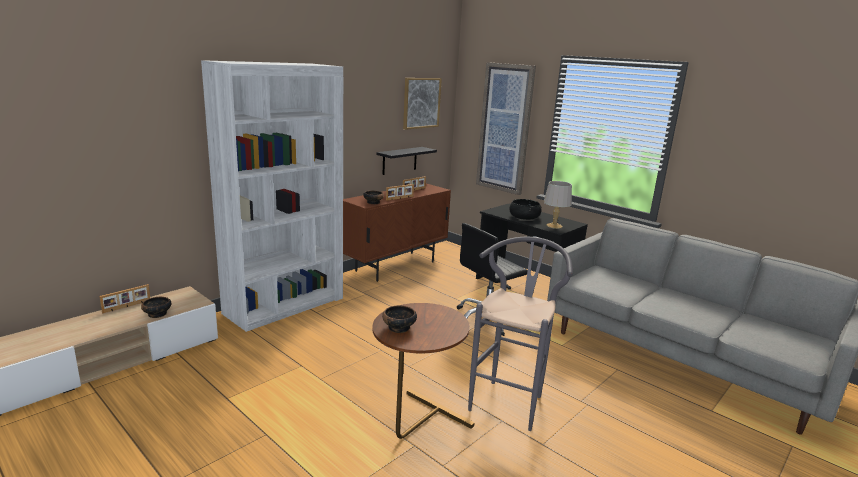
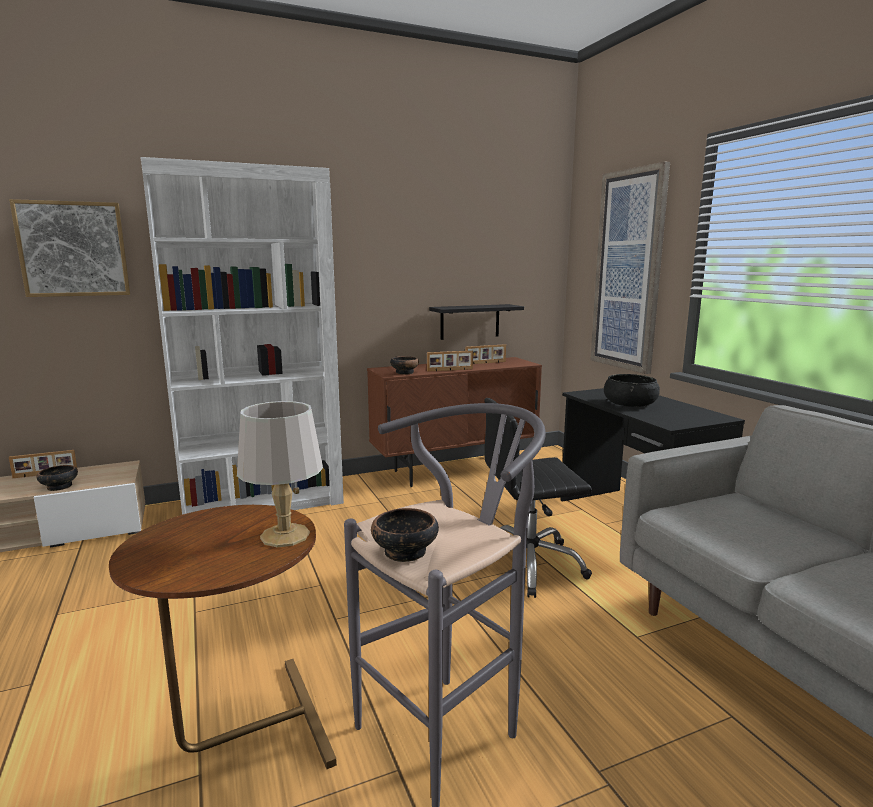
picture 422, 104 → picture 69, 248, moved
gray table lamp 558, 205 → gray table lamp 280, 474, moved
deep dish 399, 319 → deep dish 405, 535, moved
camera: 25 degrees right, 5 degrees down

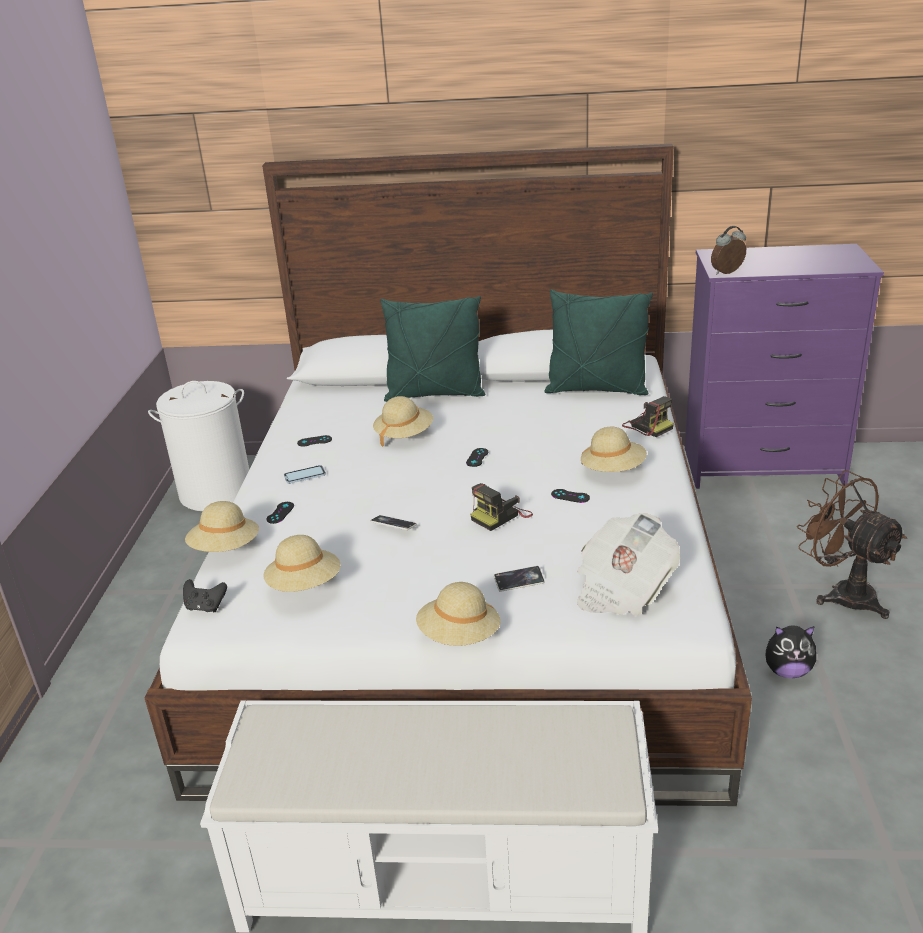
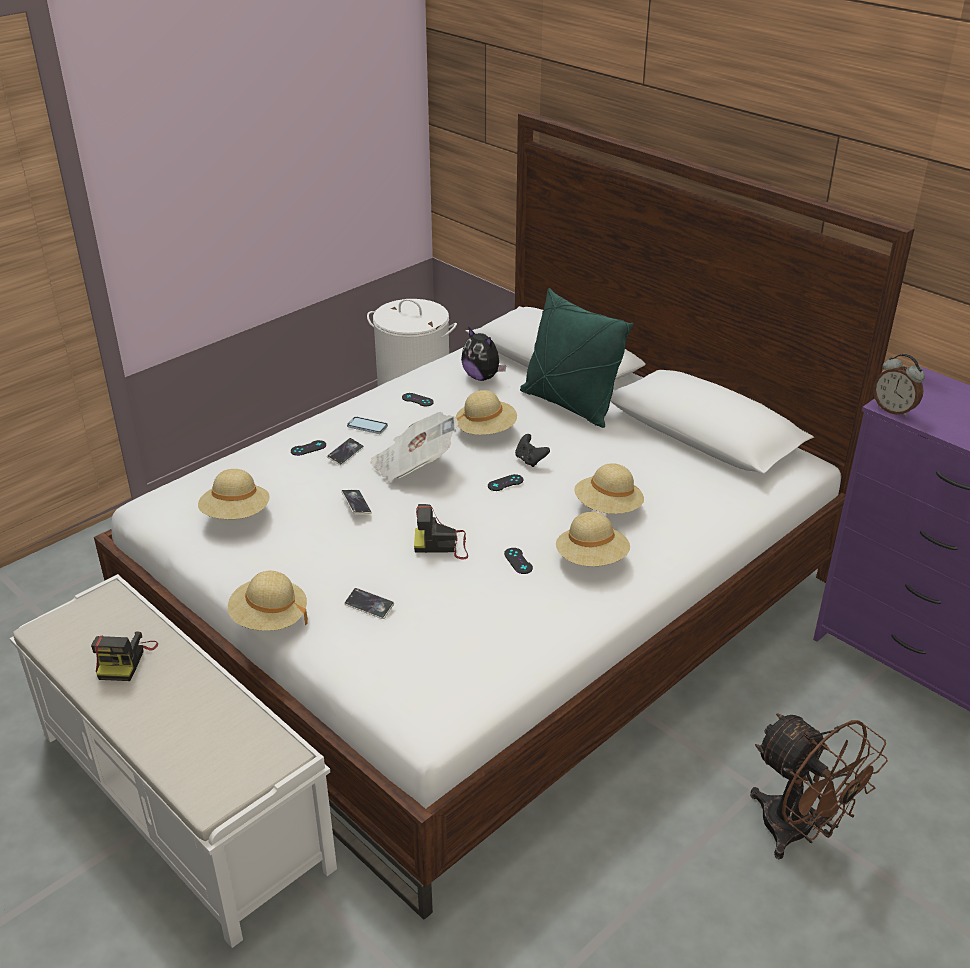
bedside clock 728, 250 → bedside clock 899, 385, 150 degrees counterclockwise
greenish throw pillow 599, 342 → -
photo camera 648, 416 → photo camera 124, 656, moved
brown-coloured electric fan 852, 544 → brown-coloured electric fan 819, 786, 135 degrees clockwise
sand-coloured wearable hat 222, 526 → sand-coloured wearable hat 609, 488, moved
printed paper 628, 564 → printed paper 414, 447, moved
blackish game controller 205, 595 → blackish game controller 532, 450, moved
cuddly toy 791, 651 → cuddly toy 483, 354, moved
- → phone 345, 452
camera: 40 degrees right, 5 degrees up

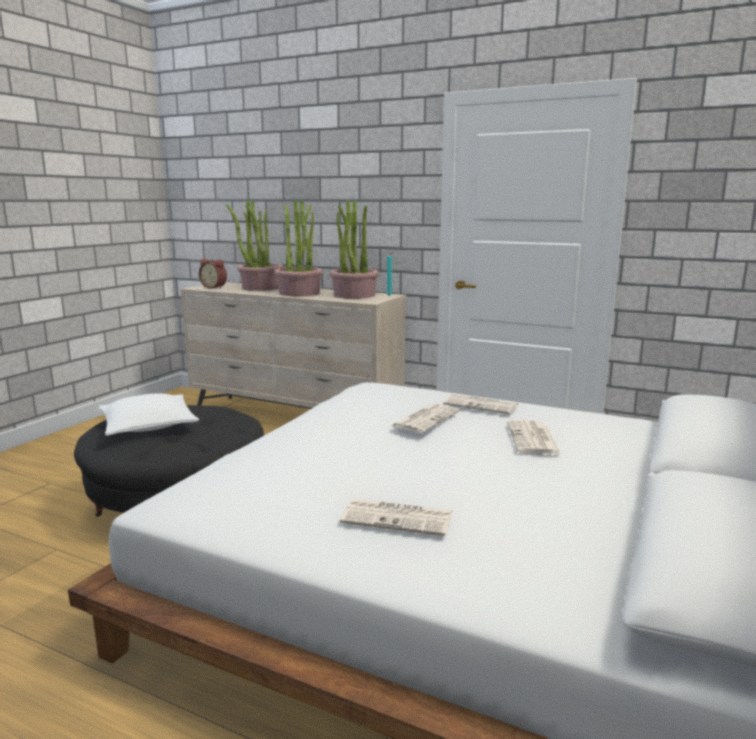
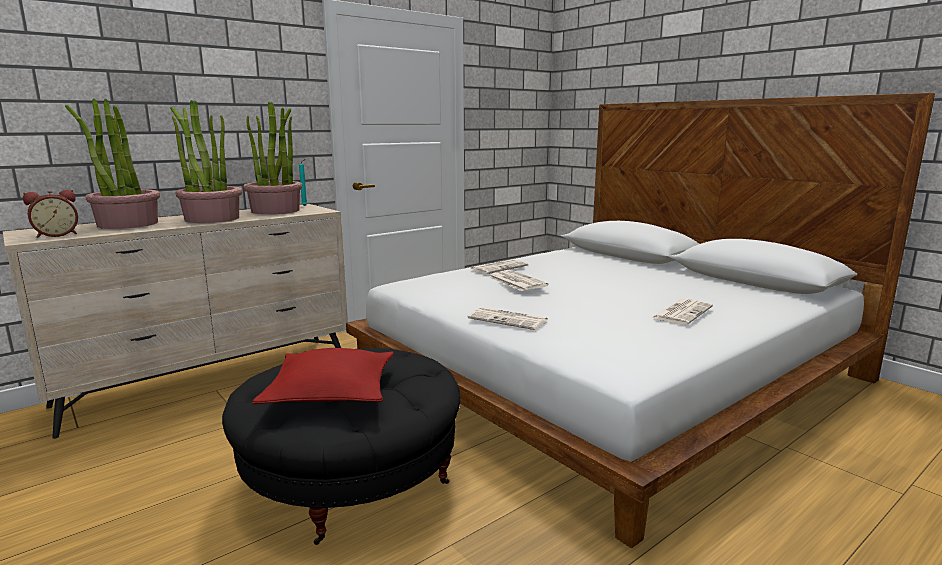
whitish throw pillow 149, 414 → reddish throw pillow 323, 376
printed paper 534, 437 → printed paper 508, 318, moved
camera: 65 degrees left, 0 degrees up

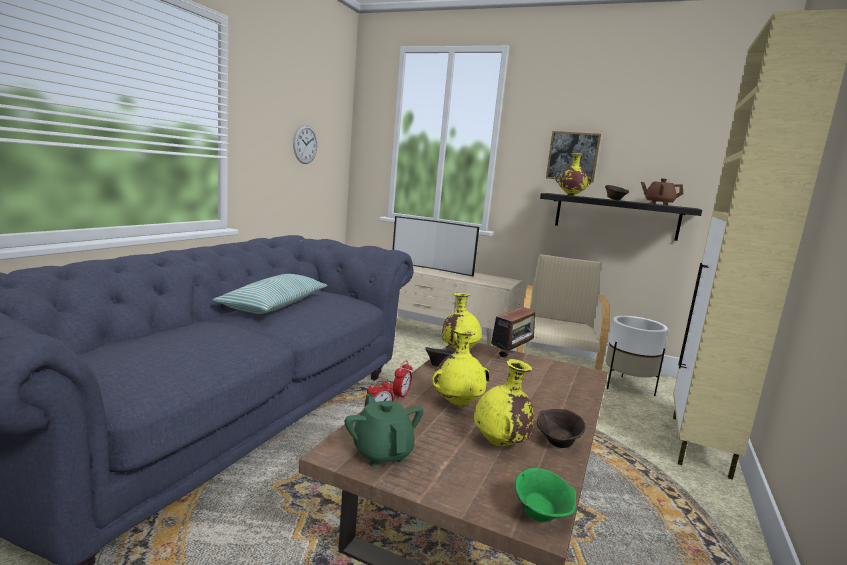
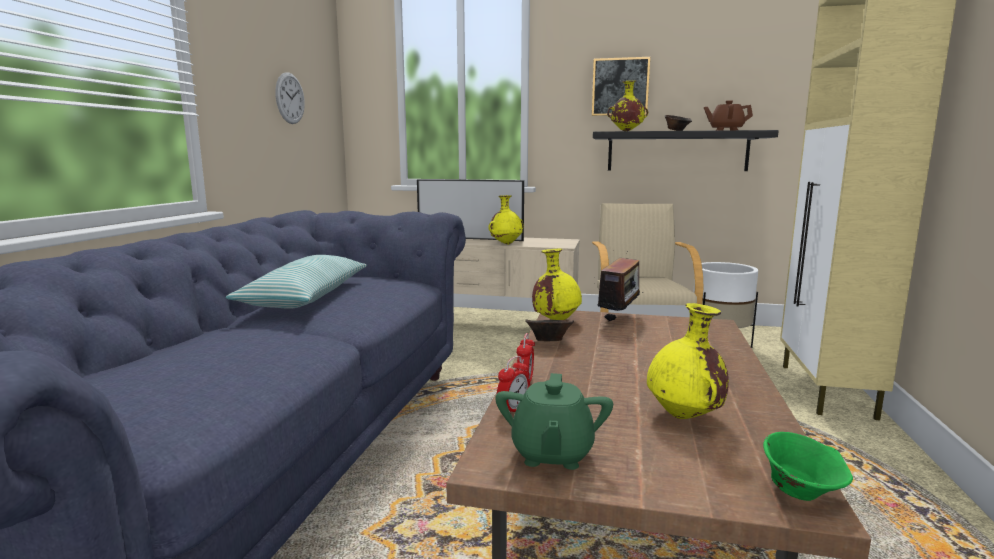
yellow flower vase 460, 368 → yellow flower vase 506, 219, moved
greenish teapot 384, 430 → greenish teapot 554, 421, 135 degrees counterclockwise
brown-coloured deep dish 561, 428 → -
camera: 10 degrees left, 0 degrees up

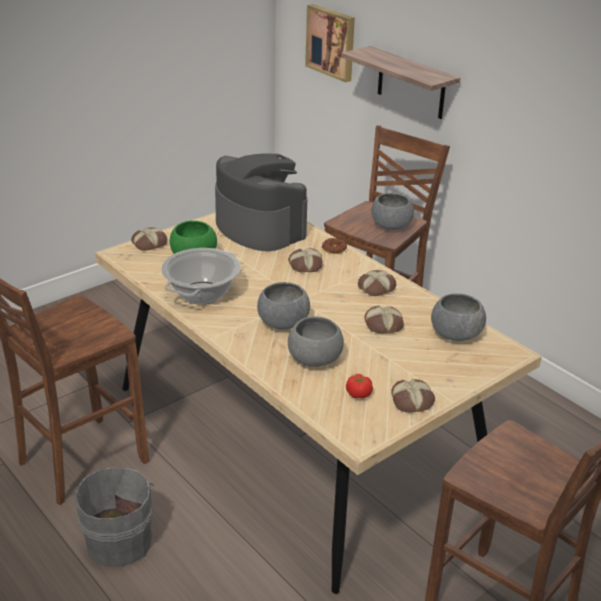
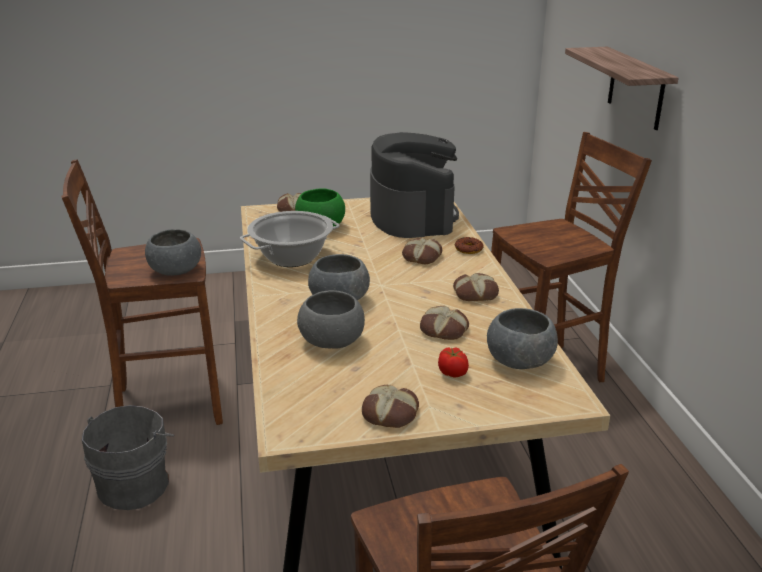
picture 330, 43 → -
gray deep dish 392, 211 → gray deep dish 173, 252, moved
tomato 359, 386 → tomato 453, 362, moved
camera: 30 degrees right, 5 degrees down

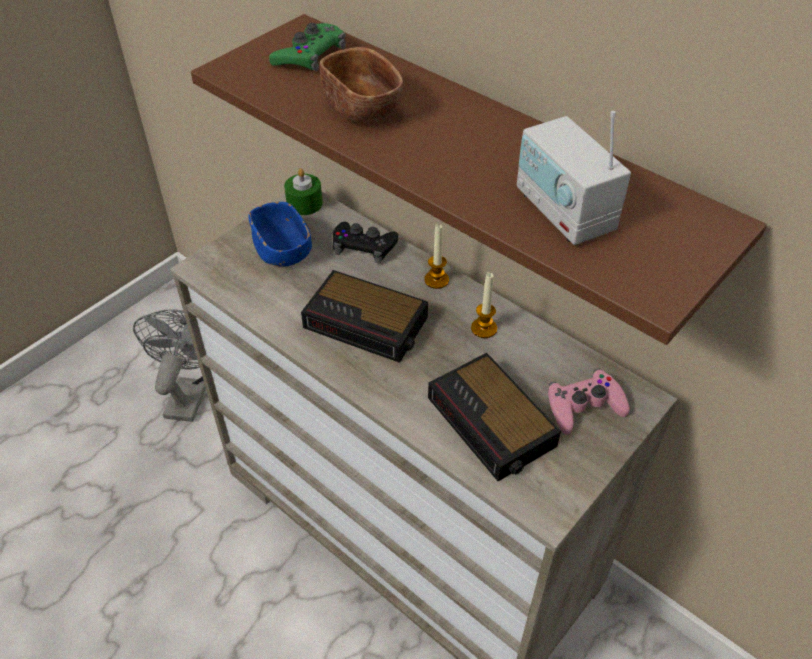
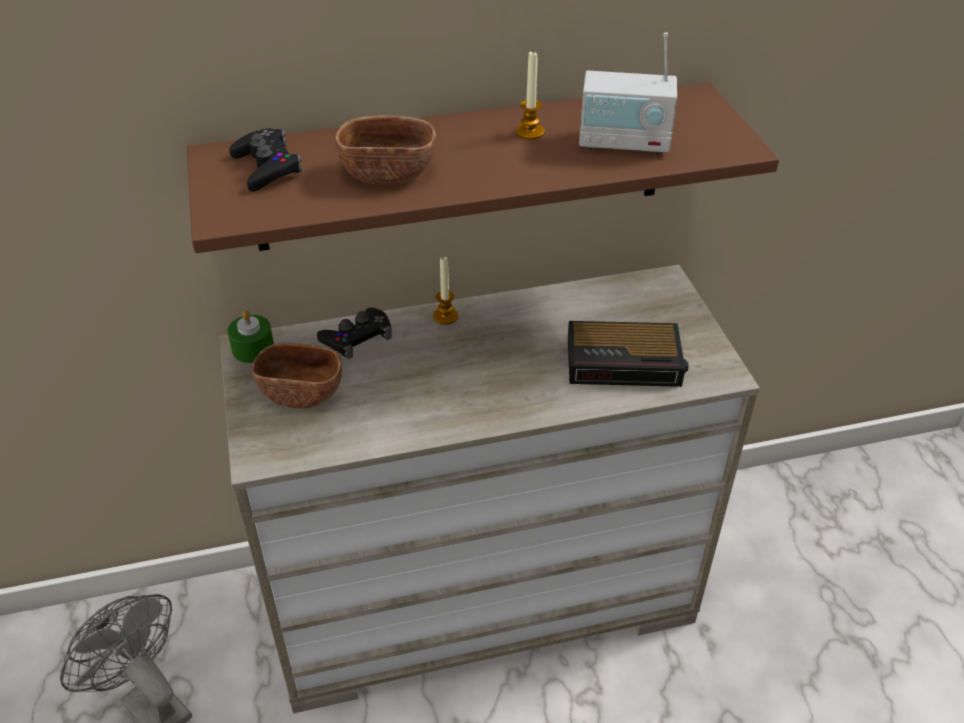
greenish game controller 307, 47 → blackish game controller 265, 160
blue-coloured deep dish 280, 234 → brown-coloured deep dish 297, 375
bedside clock 364, 316 → -
wax light 484, 305 → wax light 530, 95, moved
pinkish game controller 589, 402 → -
camera: 55 degrees left, 5 degrees down

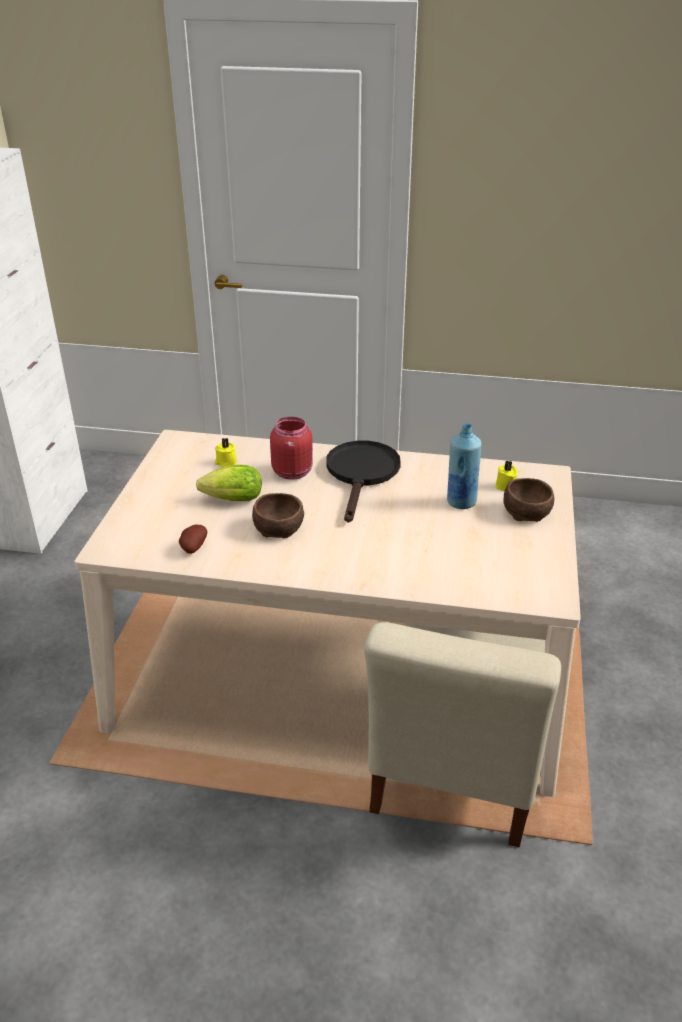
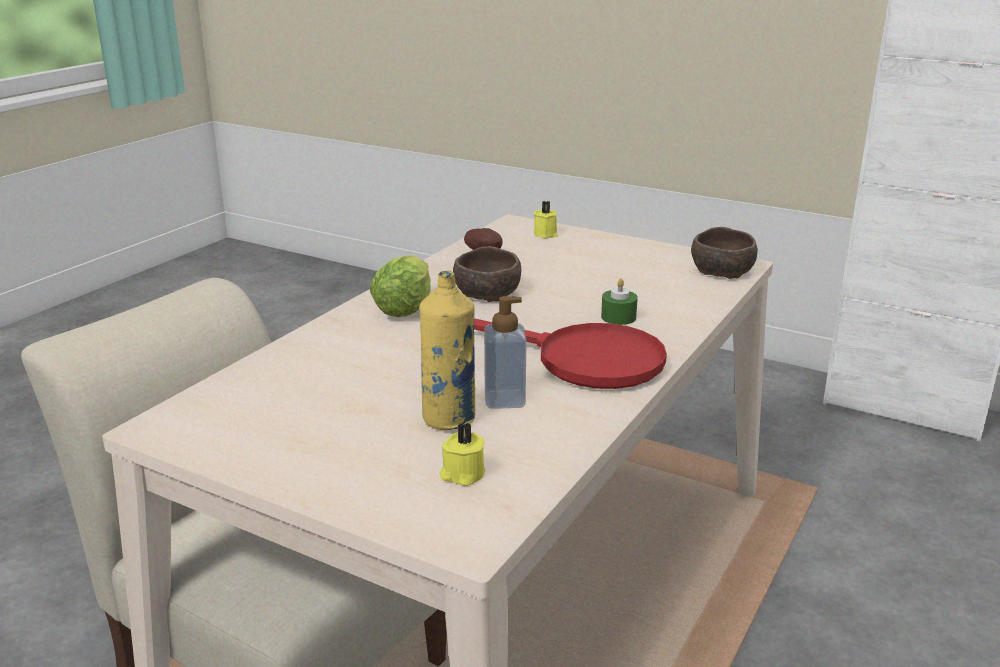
reddish jar 291, 448 → greenish wax light 619, 301
blue-coloured beverage bottle 464, 466 → yellow beverage bottle 447, 350
yellow wax light 226, 452 → yellow wax light 545, 219, moved
blackish pan 363, 482 → reddish pan 570, 353
head of lettuce 229, 483 → head of lettuce 400, 286, moved
brown-coloured deep dish 528, 500 → brown-coloured deep dish 724, 253, moved
- → liquid soap bottle 505, 352
camera: 110 degrees right, 10 degrees down

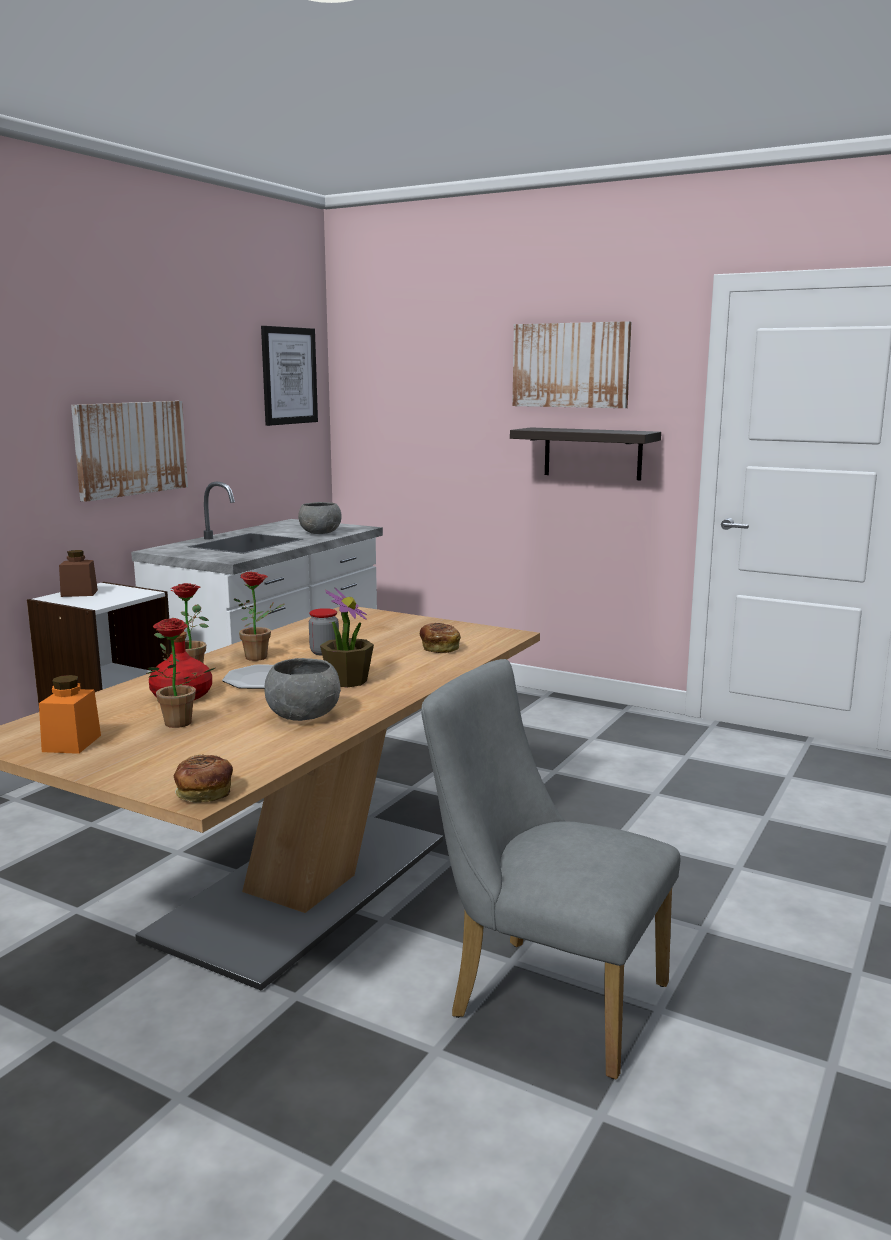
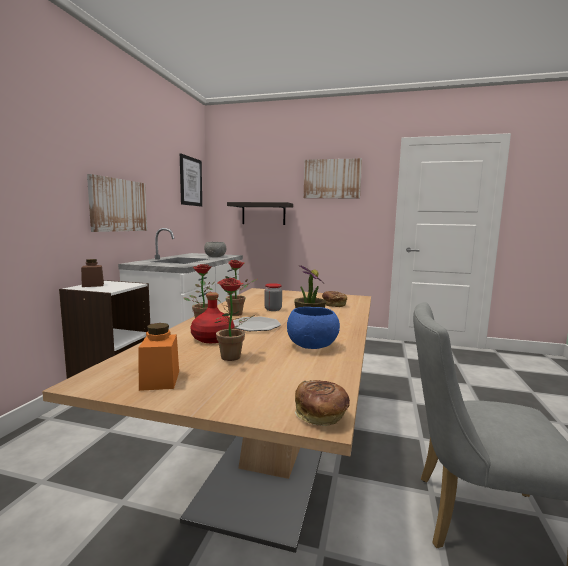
bracket shelf 585, 454 → bracket shelf 260, 213, moved
gray deep dish 302, 689 → blue-coloured deep dish 313, 328
camera: 15 degrees left, 5 degrees down

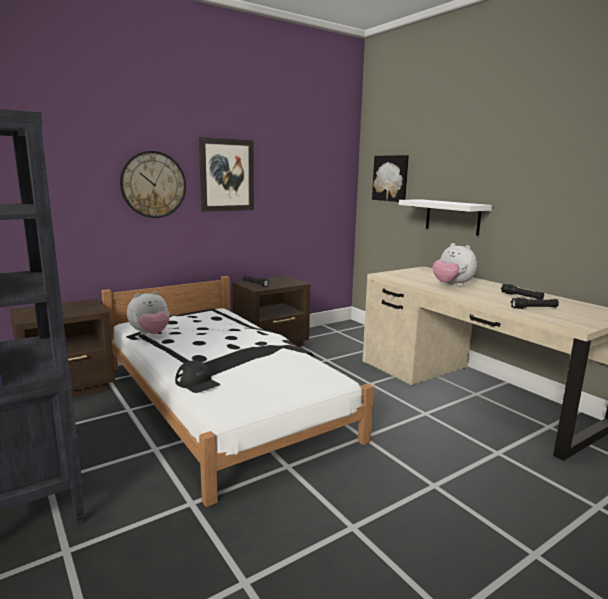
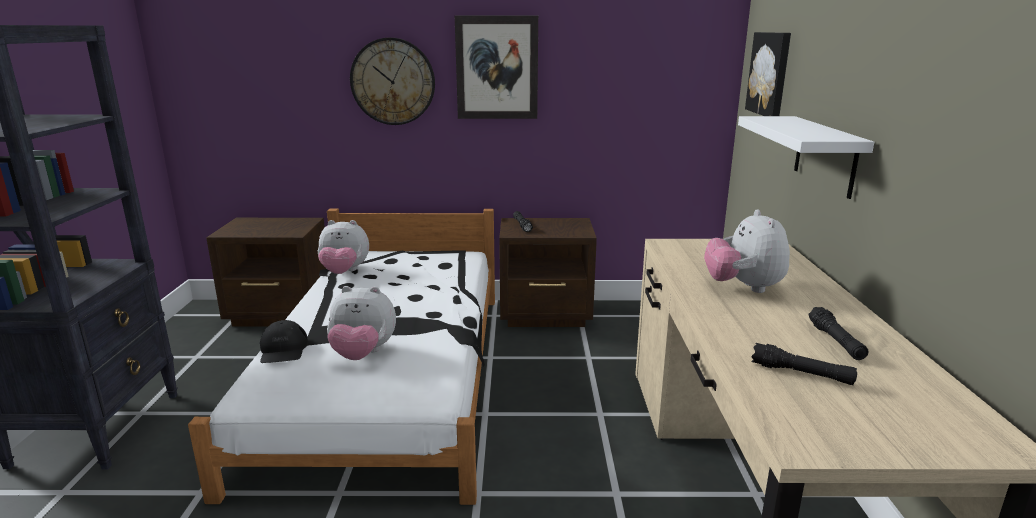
- → cuddly toy 361, 323
camera: 35 degrees right, 5 degrees up

